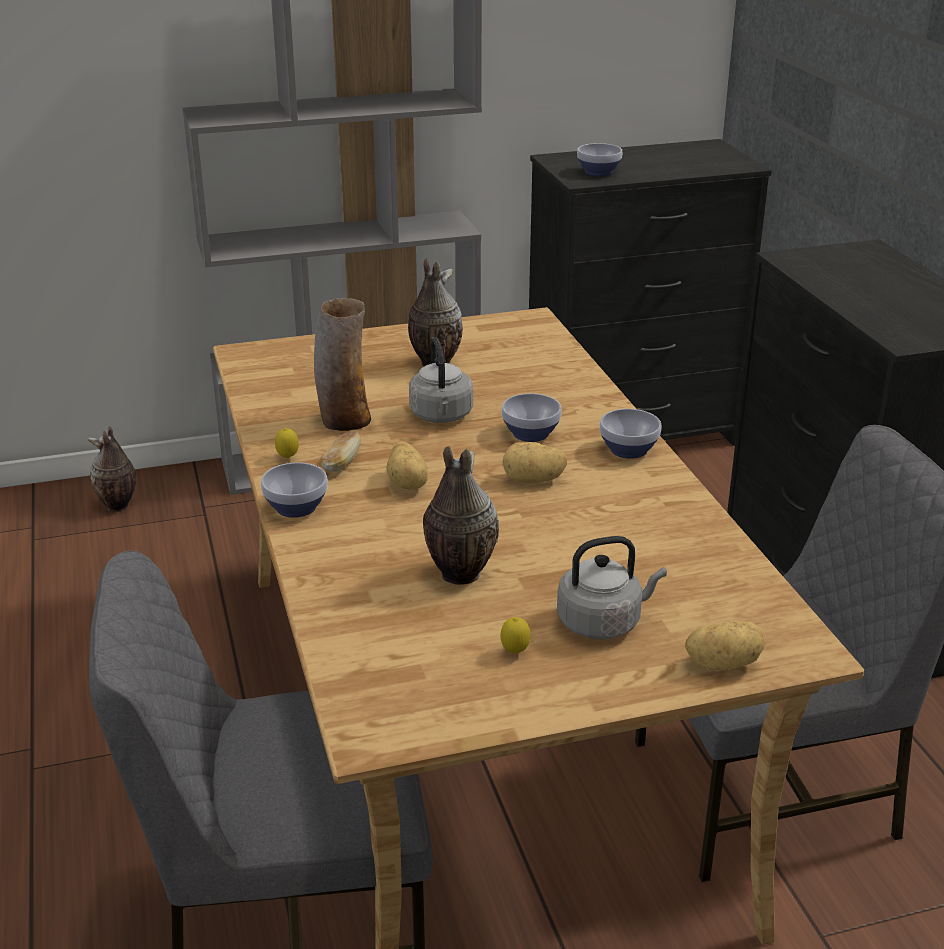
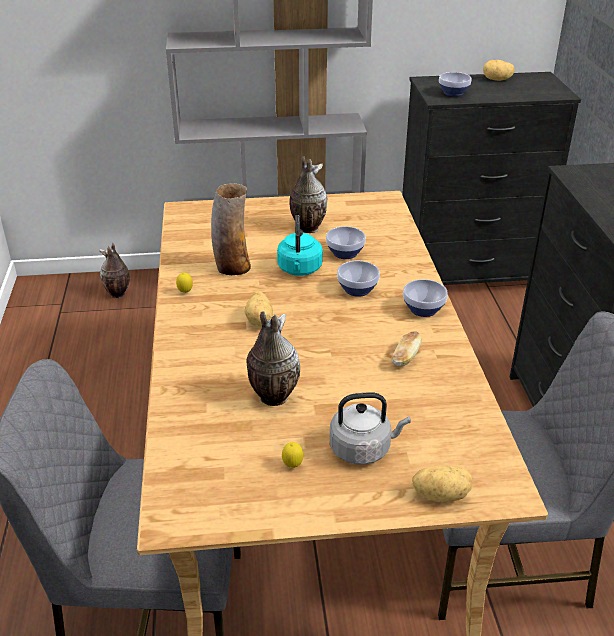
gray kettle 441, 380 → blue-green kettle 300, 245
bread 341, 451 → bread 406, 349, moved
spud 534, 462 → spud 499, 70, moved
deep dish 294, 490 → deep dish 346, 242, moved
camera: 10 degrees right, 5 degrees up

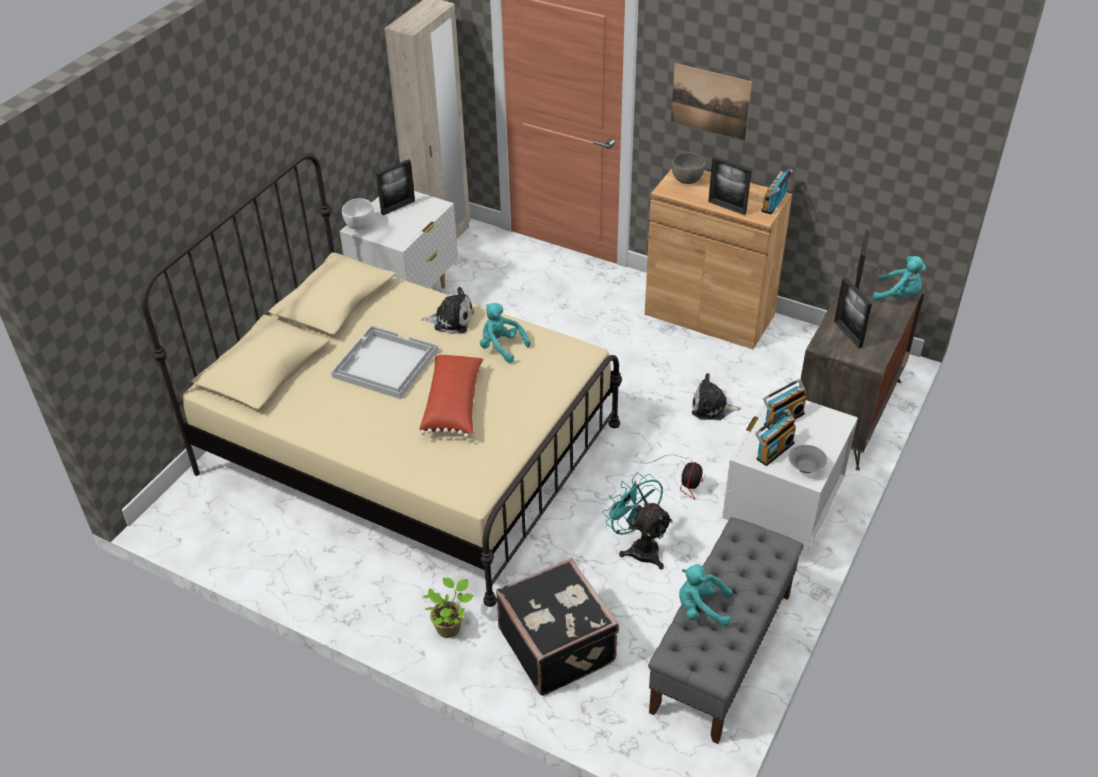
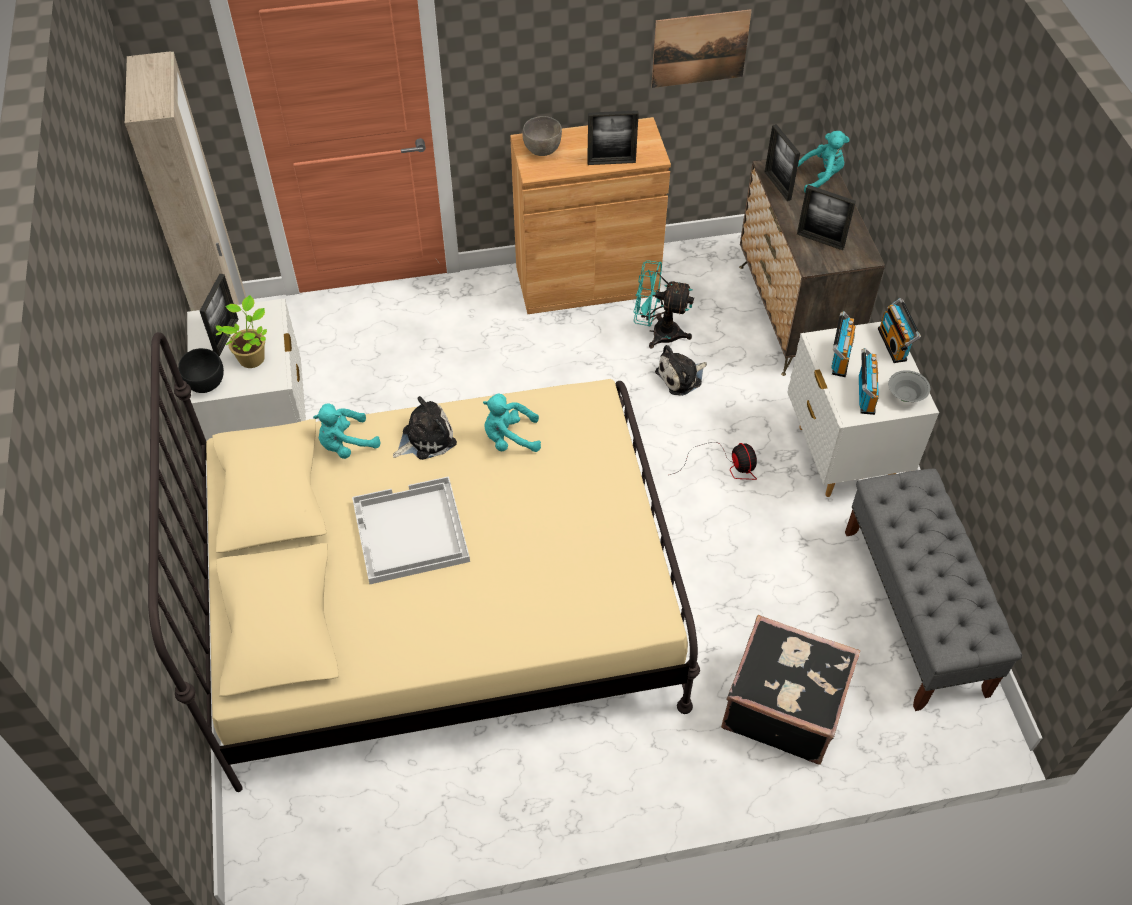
picture 711, 102 → picture 701, 48, moved
radio 776, 192 → radio 899, 330, moved
whitish deep dish 358, 214 → blackish deep dish 201, 370
reddish throw pillow 451, 396 → -
blue-green electric fan 638, 521 → blue-green electric fan 664, 304, moved
blue-green cuddly toy 706, 595 → blue-green cuddly toy 347, 431, moved
houseplant 448, 608 → houseplant 241, 331, moved
camera: 40 degrees left, 10 degrees up

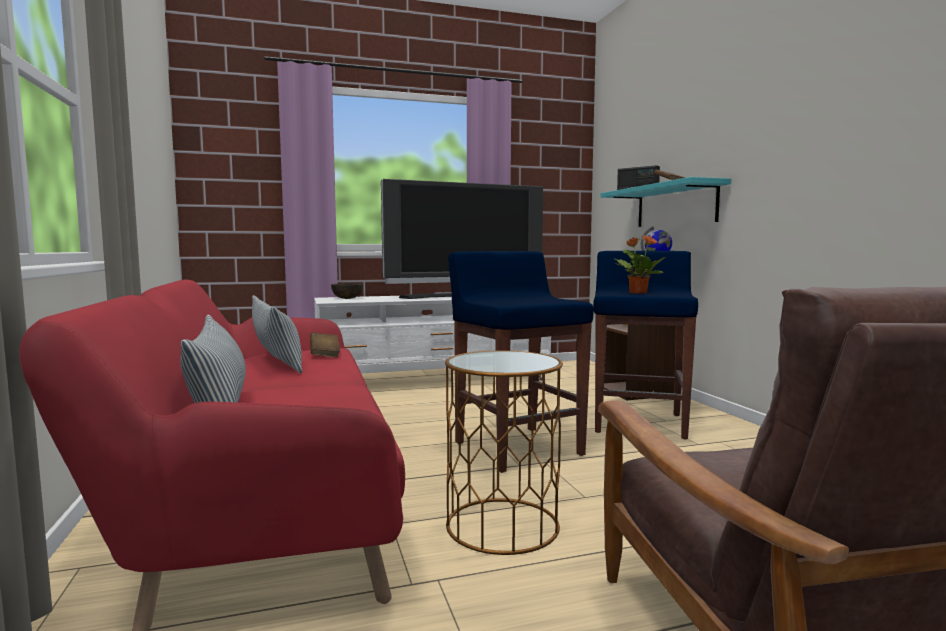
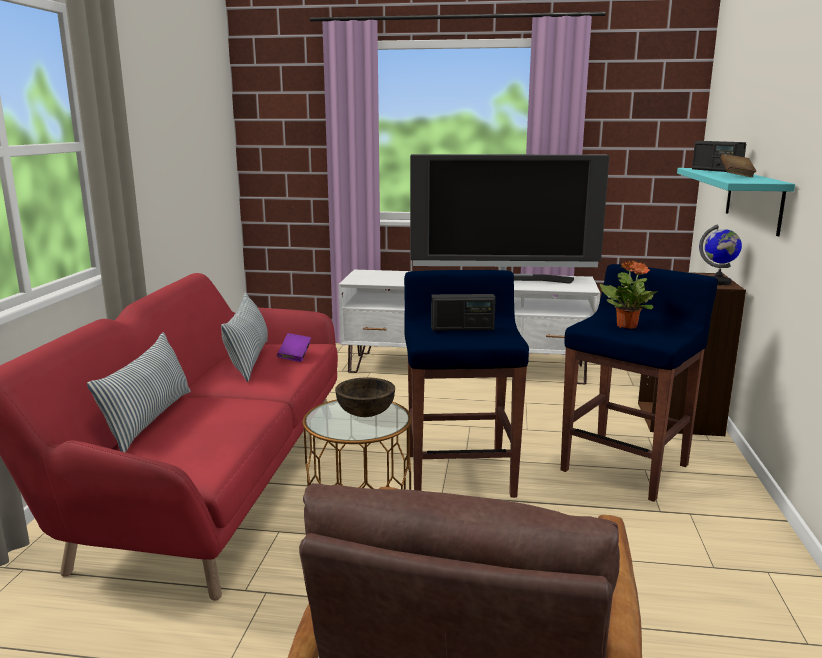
brown-coloured deep dish 347, 291 → brown-coloured deep dish 365, 397, moved
brown-coloured bound book 325, 345 → purple bound book 294, 347
- → radio 463, 312
camera: 25 degrees right, 10 degrees up

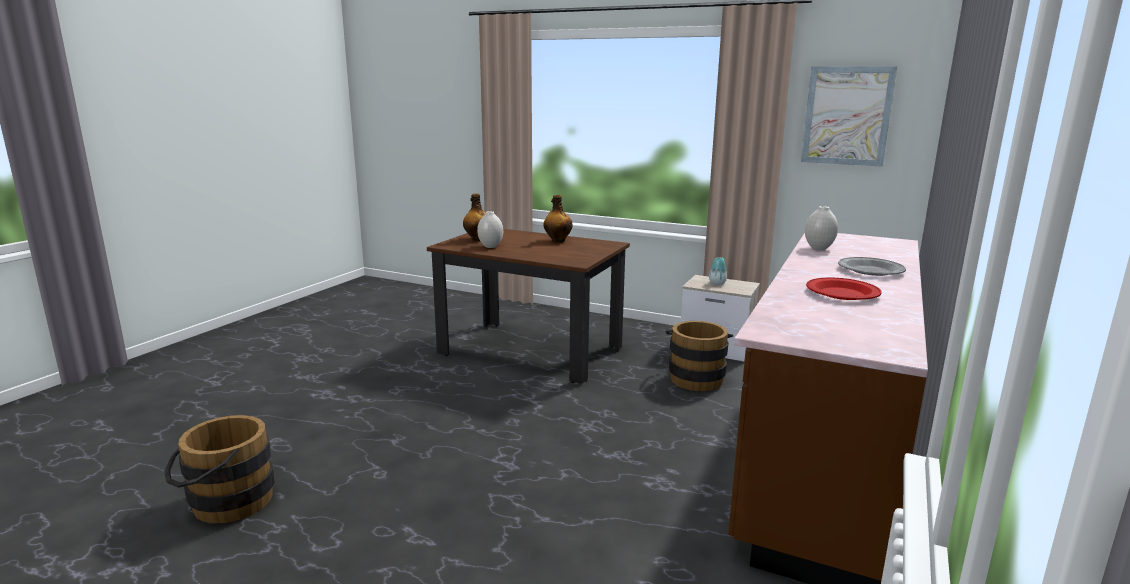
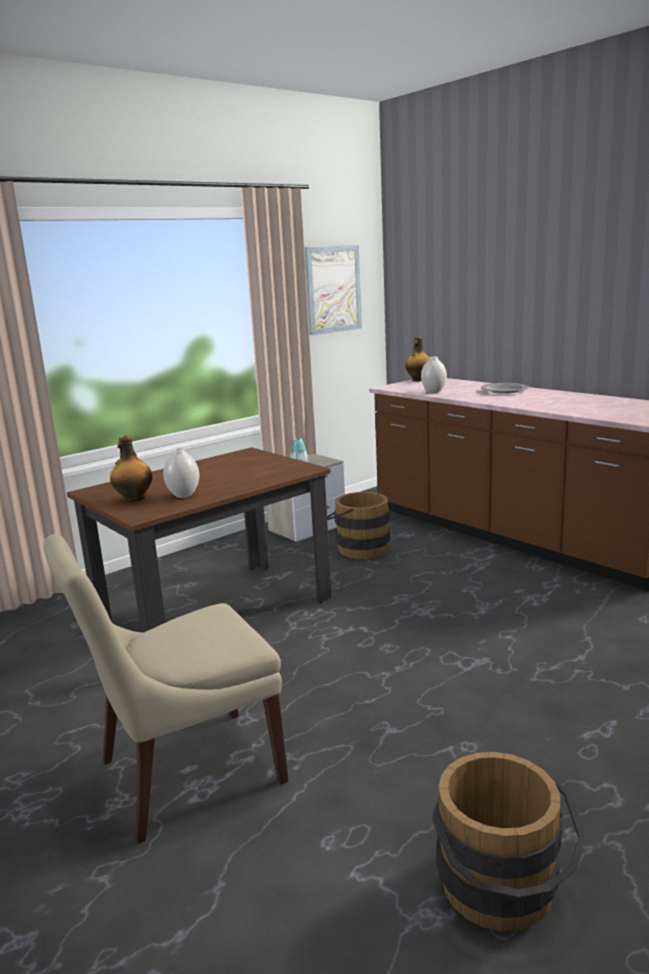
beverage bottle 558, 218 → beverage bottle 417, 359, moved
reddish dinner plate 844, 288 → -
- → sand-coloured plain chair 165, 689
camera: 65 degrees left, 0 degrees up

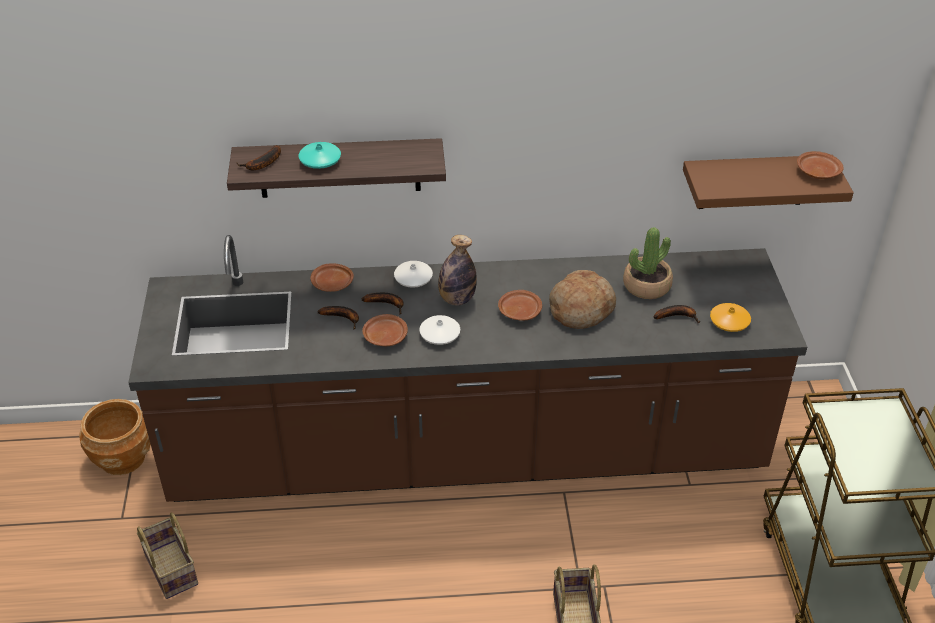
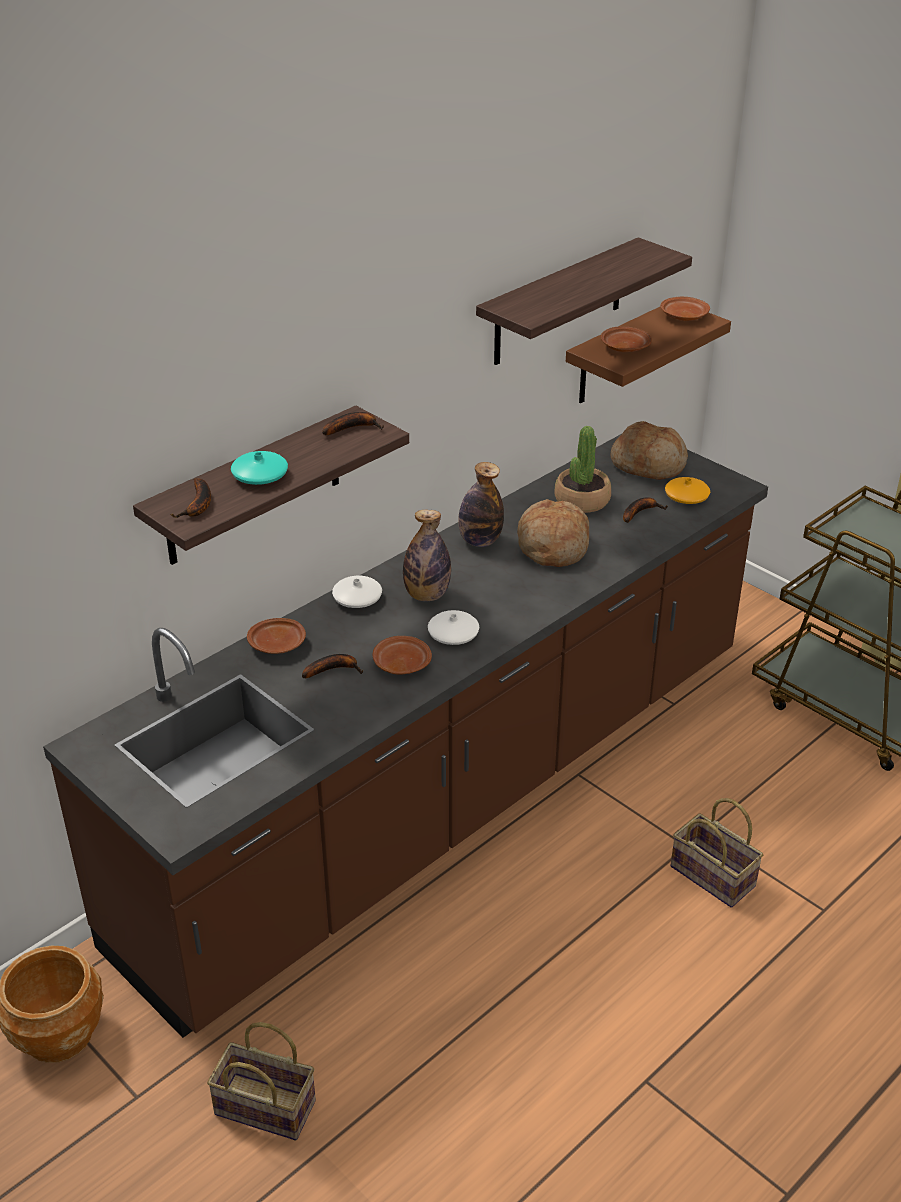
brown-coloured dinner plate 520, 305 → brown-coloured dinner plate 626, 339, moved
banana fruit 383, 304 → banana fruit 353, 423, moved
- → bracket shelf 584, 301
- → bread 649, 450
- → beverage bottle 481, 504
camera: 40 degrees left, 5 degrees down

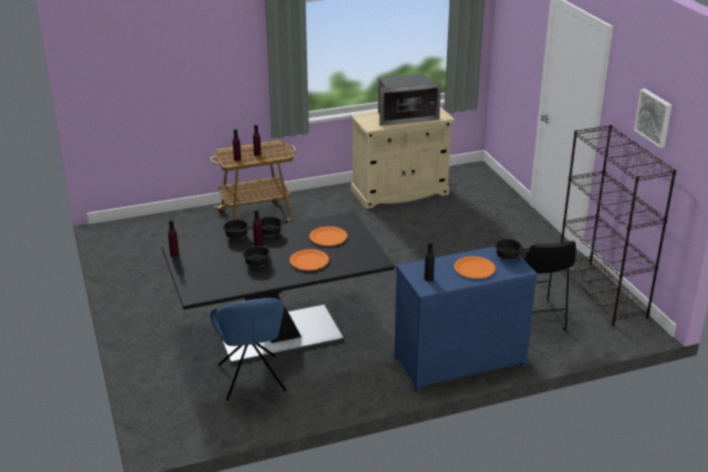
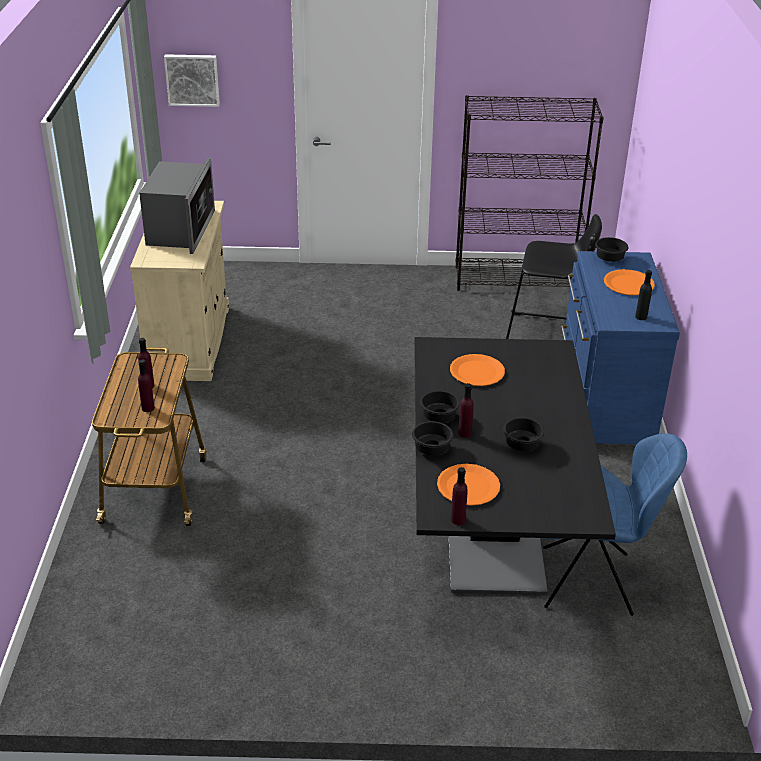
picture 653, 118 → picture 192, 80, moved
orange dinner plate 309, 259 → orange dinner plate 468, 485, moved
camera: 70 degrees left, 5 degrees up

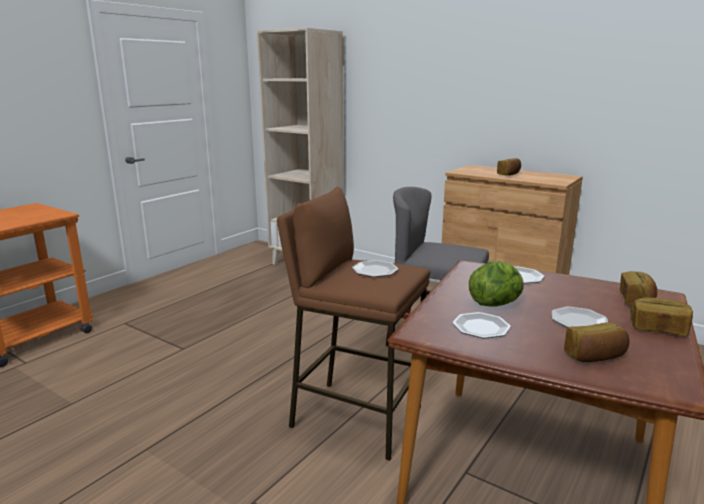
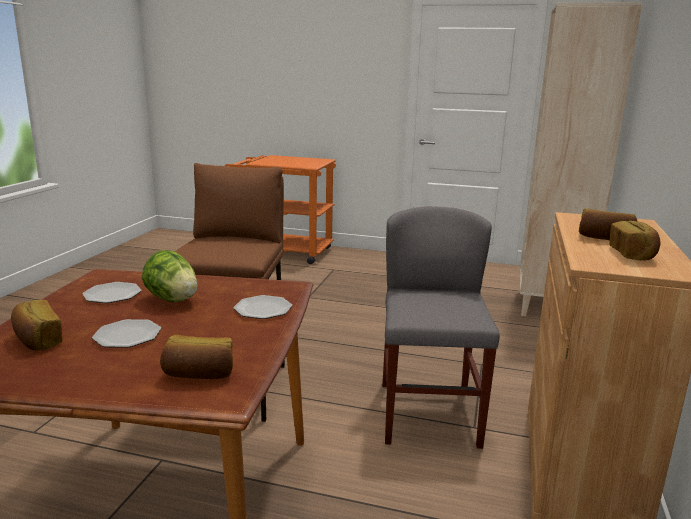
dinner plate 375, 268 → -
bread 662, 316 → bread 634, 240, moved
camera: 70 degrees right, 0 degrees up

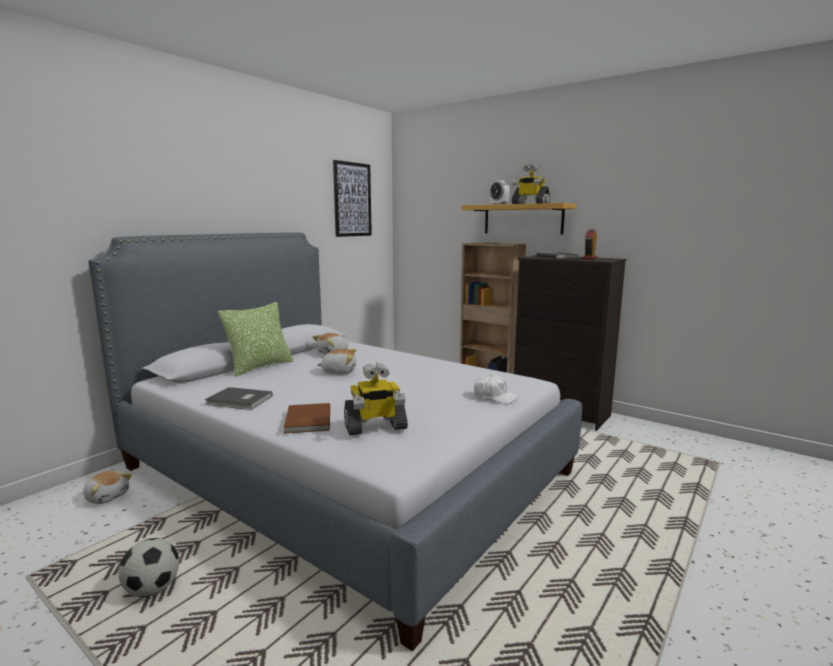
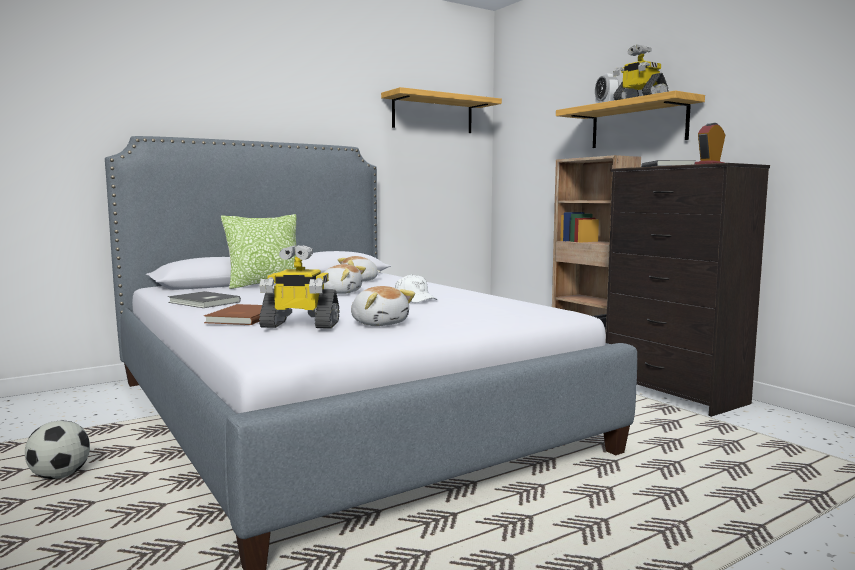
picture 352, 198 → bracket shelf 441, 110
whitish cap 496, 389 → whitish cap 416, 288, moved
cuddly toy 107, 487 → cuddly toy 383, 306, moved
camera: 20 degrees right, 5 degrees down

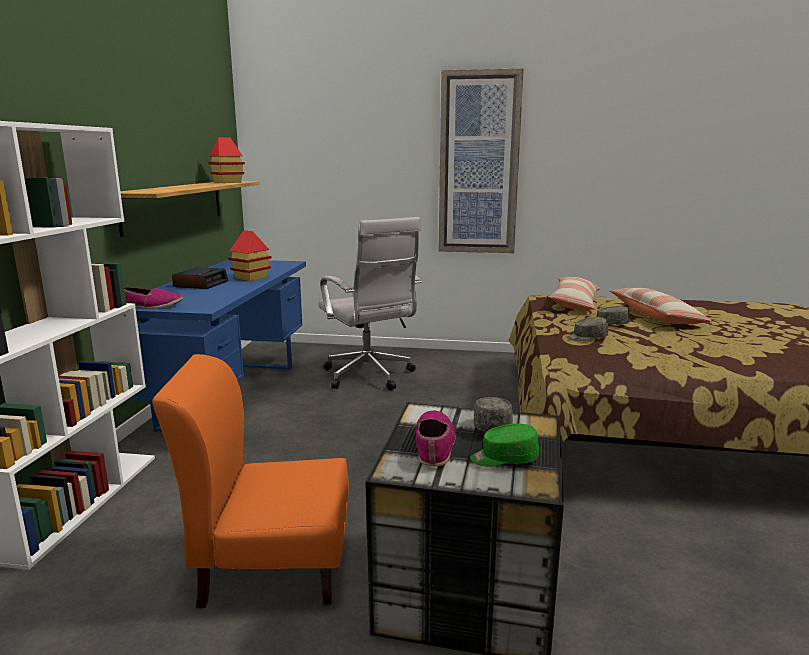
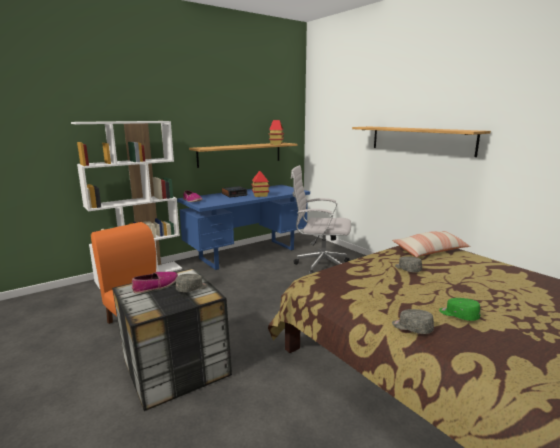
picture 481, 160 → bracket shelf 421, 142
whitish computer chair 370, 304 → whitish computer chair 321, 219, 90 degrees clockwise
throw pillow 661, 306 → -
gray cap 587, 329 → gray cap 413, 321, moved
greenish cap 504, 445 → greenish cap 459, 309, moved
camera: 45 degrees right, 0 degrees up

